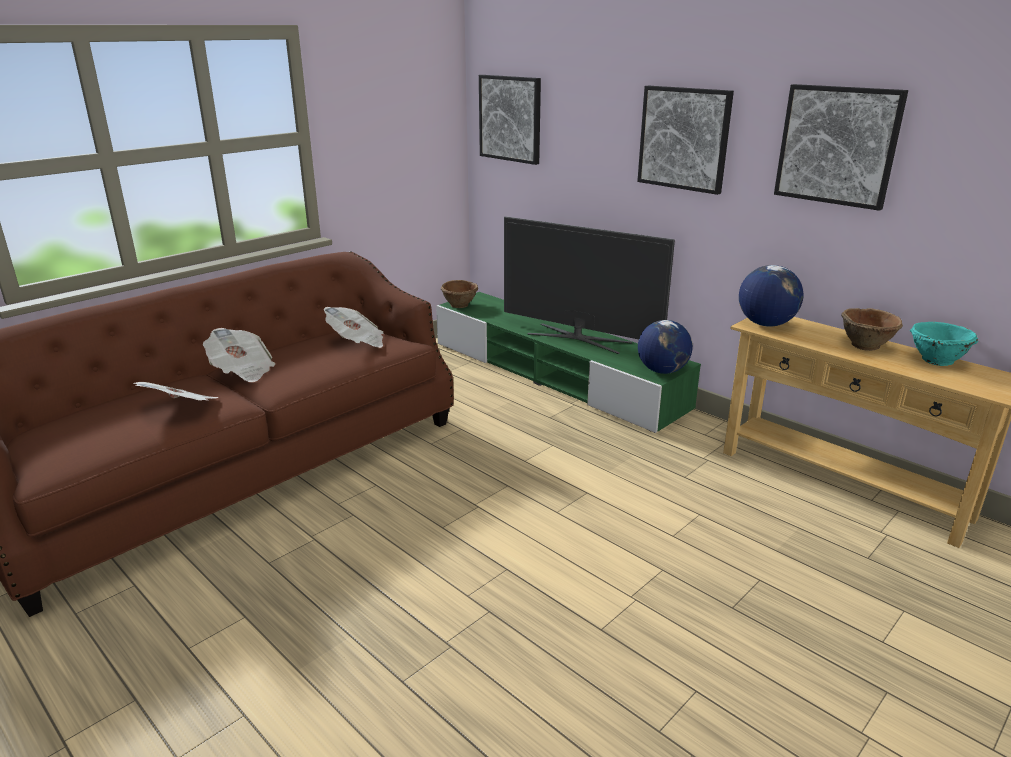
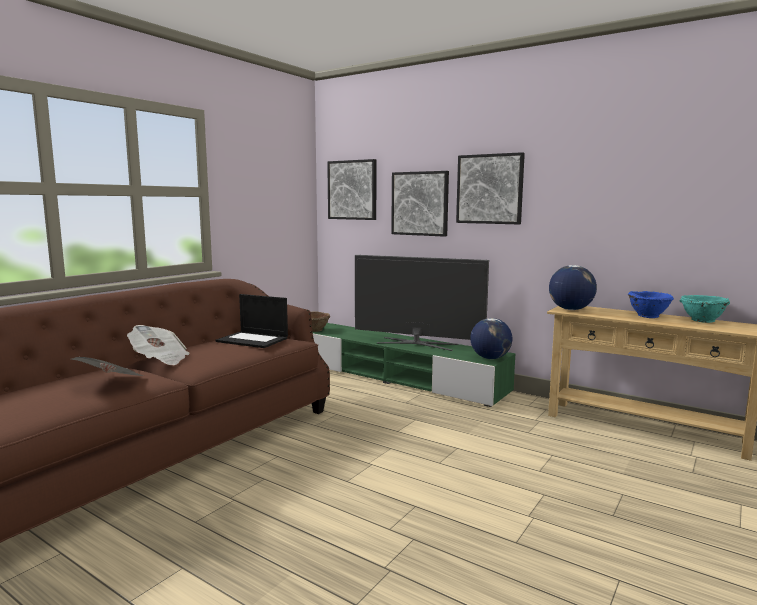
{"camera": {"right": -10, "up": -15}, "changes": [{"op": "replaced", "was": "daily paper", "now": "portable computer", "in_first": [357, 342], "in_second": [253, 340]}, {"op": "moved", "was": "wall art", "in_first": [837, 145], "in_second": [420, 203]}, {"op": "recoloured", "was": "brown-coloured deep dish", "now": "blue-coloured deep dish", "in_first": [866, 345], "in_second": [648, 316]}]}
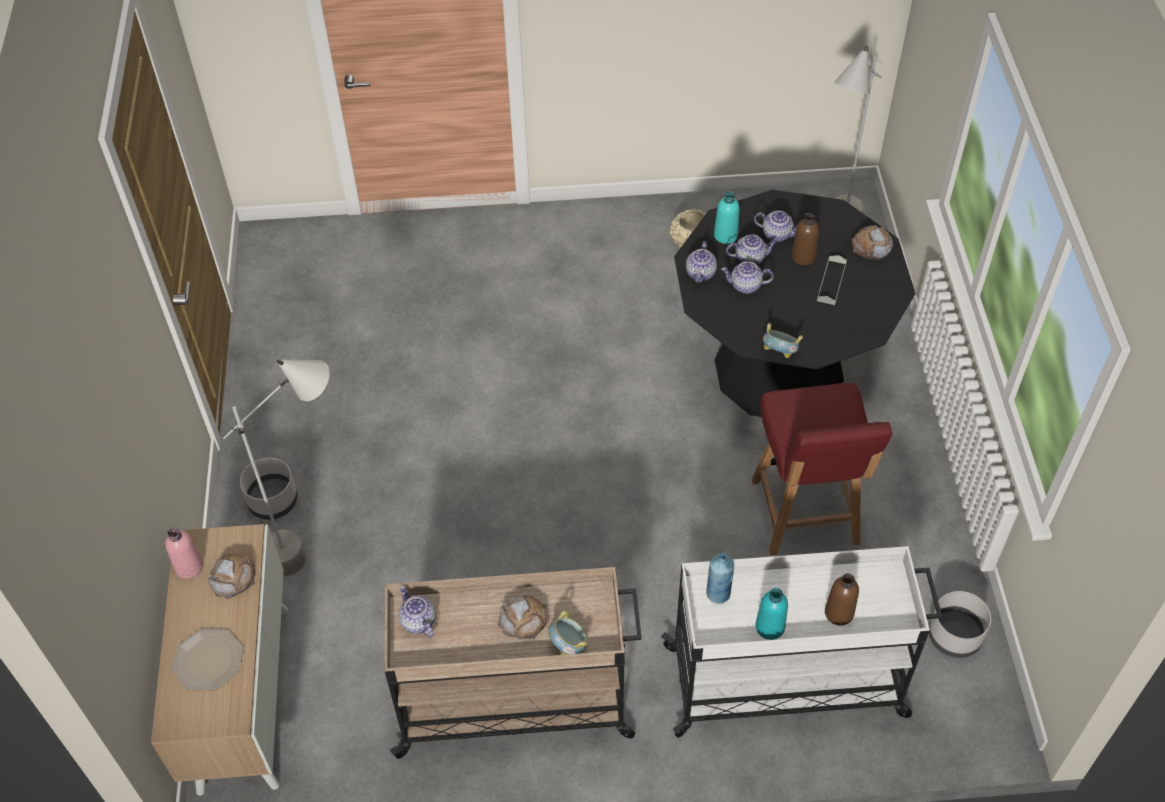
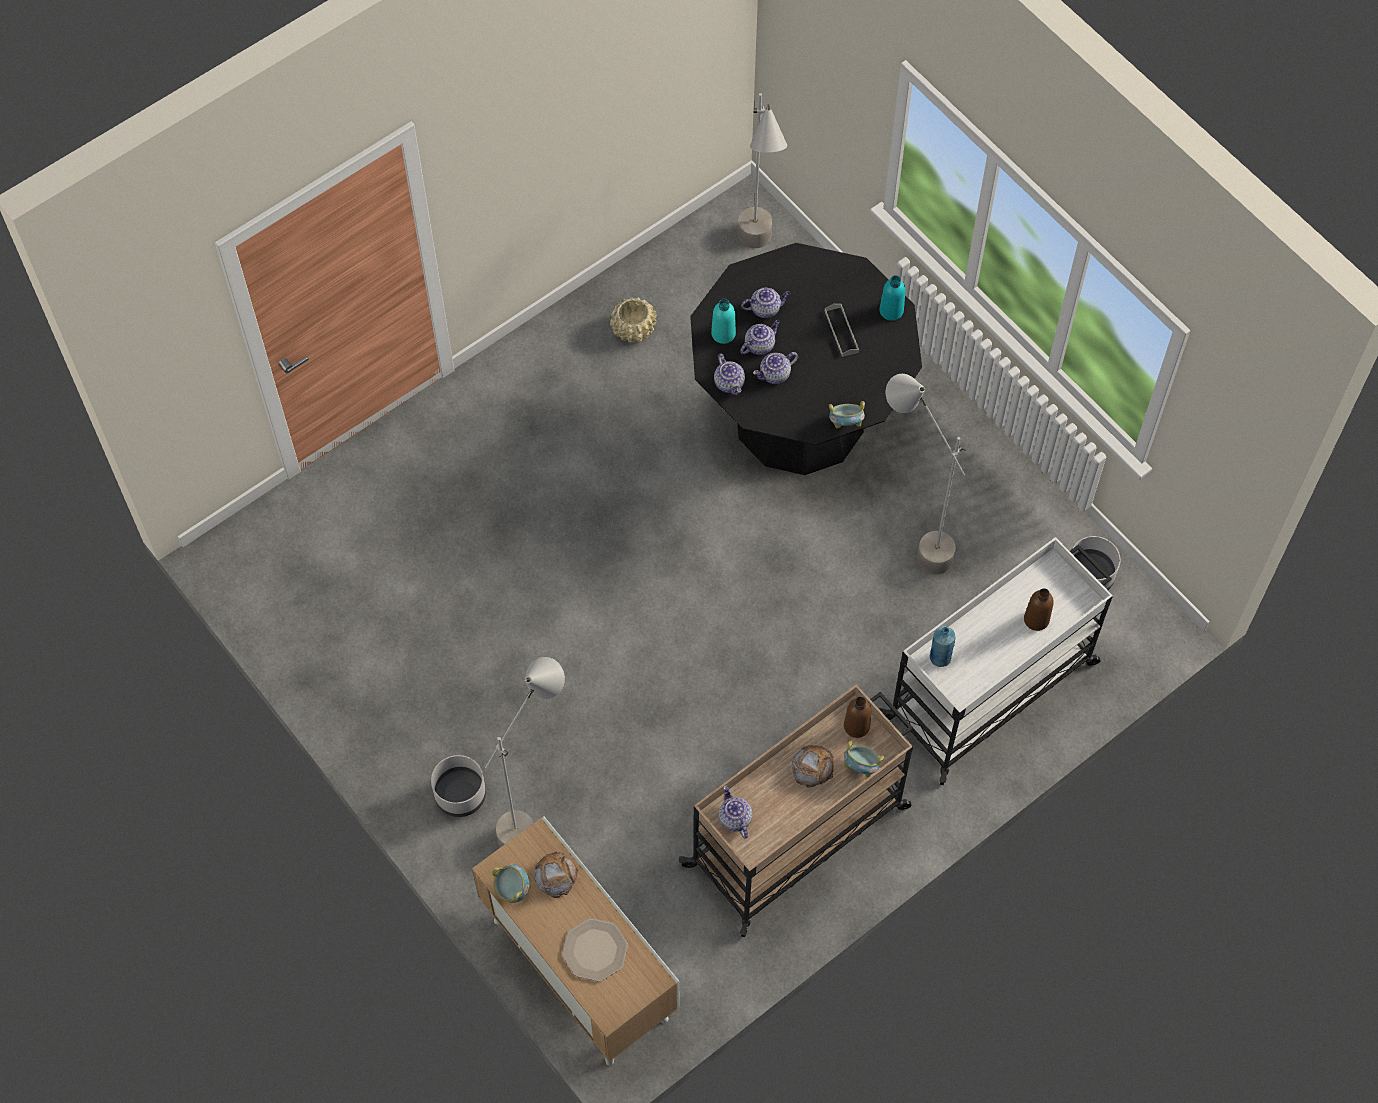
{"camera": {"right": -35, "up": 10}, "changes": [{"op": "replaced", "was": "pink-coloured beverage bottle", "now": "deep dish", "in_first": [189, 567], "in_second": [512, 889]}, {"op": "turned", "was": "tea pot", "in_first": [417, 621], "in_second": [734, 818], "clockwise": 45}, {"op": "moved", "was": "brown-coloured beverage bottle", "in_first": [803, 257], "in_second": [856, 726]}, {"op": "moved", "was": "blue-green beverage bottle", "in_first": [770, 627], "in_second": [891, 311]}, {"op": "replaced", "was": "red chair", "now": "gray standard lamp", "in_first": [805, 514], "in_second": [911, 540]}, {"op": "removed", "was": "bread", "in_first": [871, 246]}]}
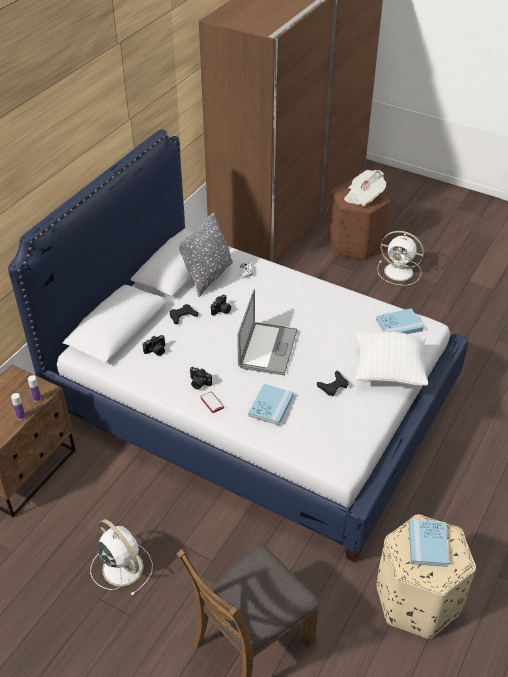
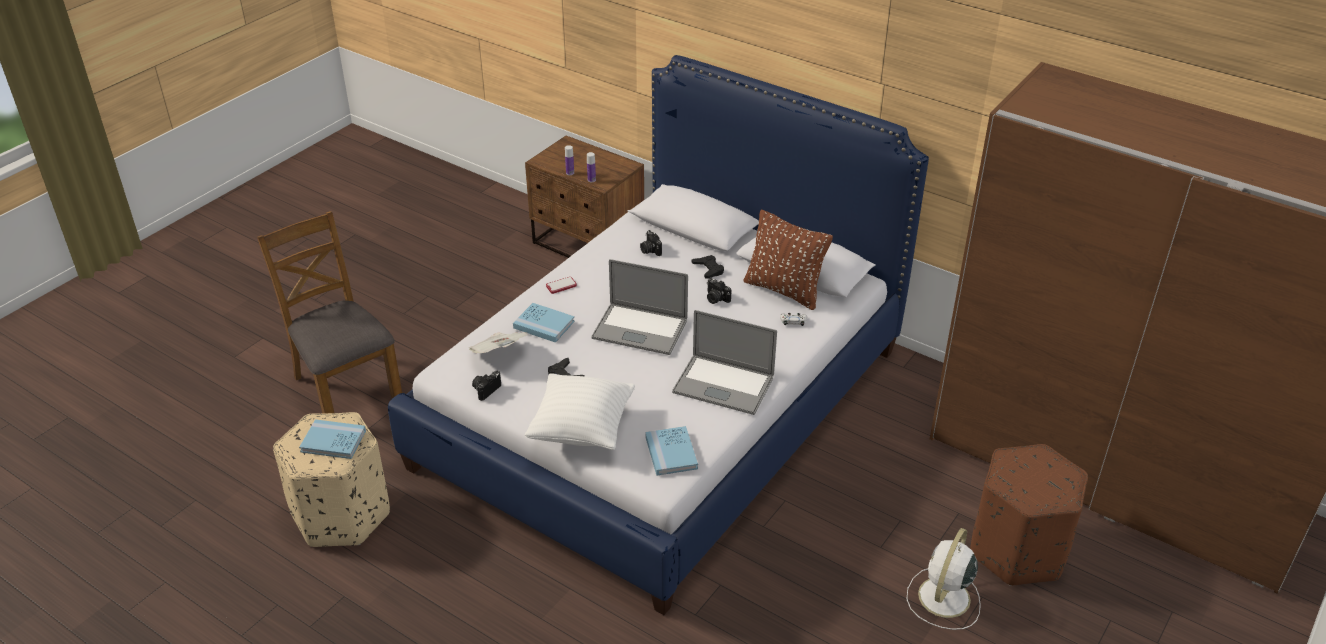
{"camera": {"right": 95, "up": -5}, "changes": [{"op": "moved", "was": "daily paper", "in_first": [363, 197], "in_second": [499, 354]}, {"op": "moved", "was": "still camera", "in_first": [199, 383], "in_second": [486, 389]}, {"op": "added", "now": "portable computer", "in_second": [723, 385]}, {"op": "recoloured", "was": "gray pillow", "now": "brown-coloured pillow", "in_first": [208, 277], "in_second": [784, 290]}, {"op": "removed", "was": "whitish fan", "in_first": [121, 566]}]}
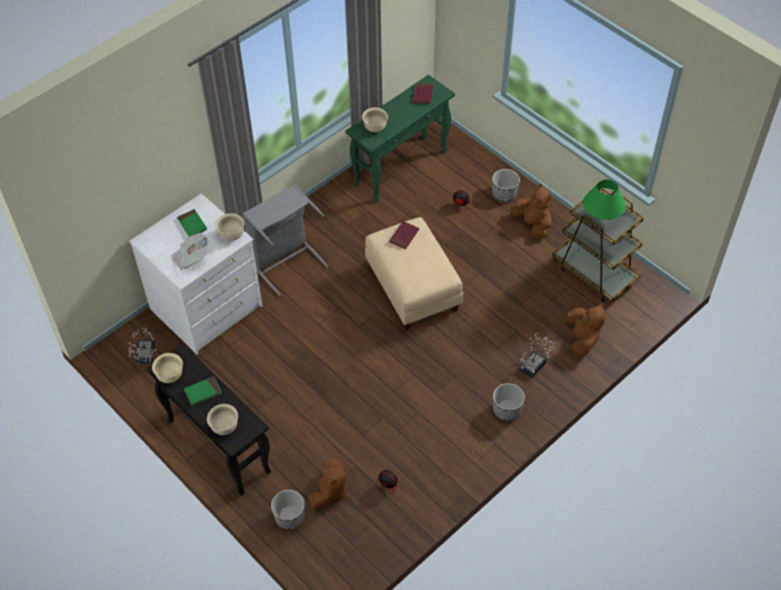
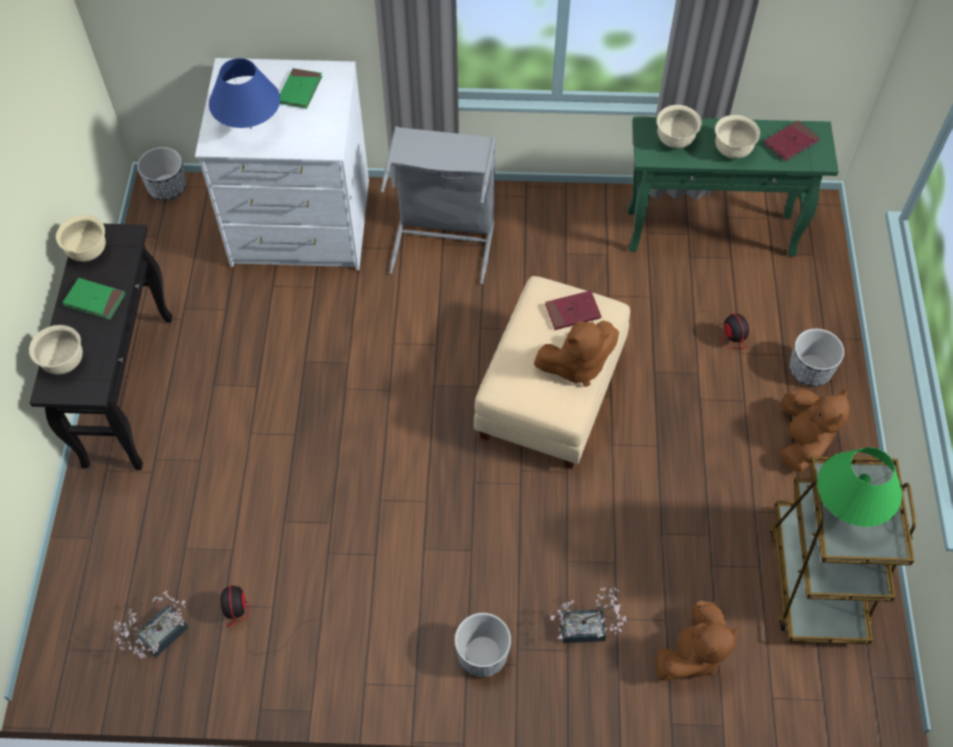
{"camera": {"right": 45, "up": 5}, "changes": [{"op": "moved", "was": "potted plant", "in_first": [145, 356], "in_second": [158, 637]}, {"op": "moved", "was": "flower pot", "in_first": [289, 517], "in_second": [167, 187]}, {"op": "replaced", "was": "daily paper", "now": "blue-coloured tabletop lamp", "in_first": [191, 258], "in_second": [250, 128]}, {"op": "moved", "was": "brown-coloured plush toy", "in_first": [330, 492], "in_second": [576, 365]}, {"op": "moved", "was": "sand-coloured deep dish", "in_first": [231, 235], "in_second": [732, 150]}]}
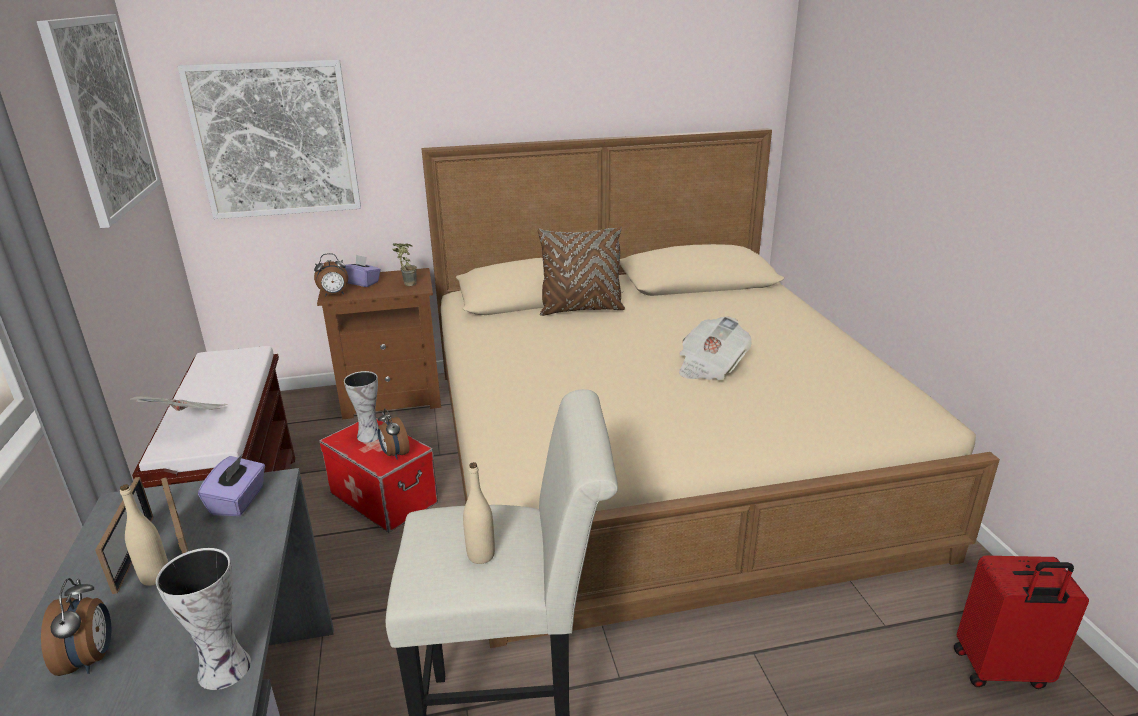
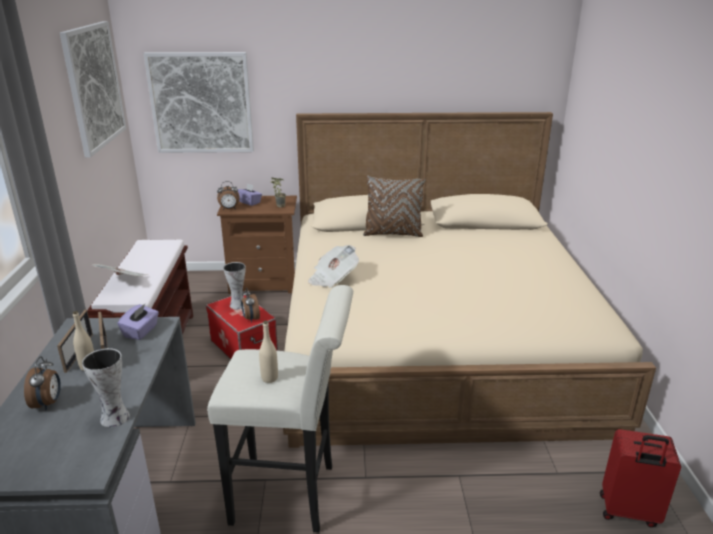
{"camera": {"right": 10, "up": 0}, "changes": [{"op": "moved", "was": "daily paper", "in_first": [710, 367], "in_second": [333, 278]}]}
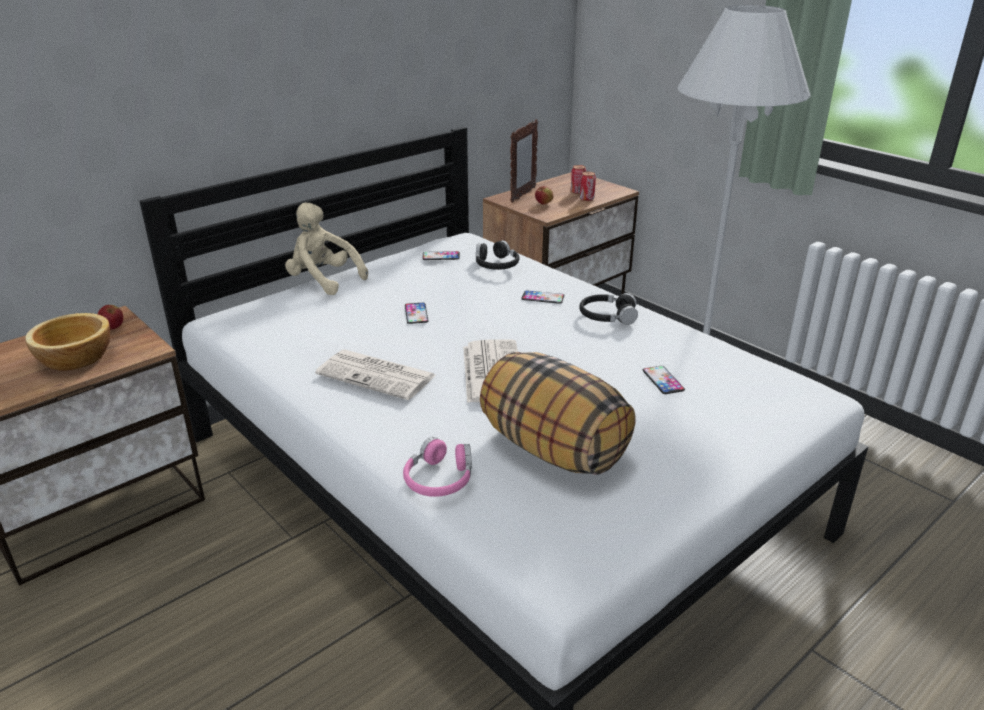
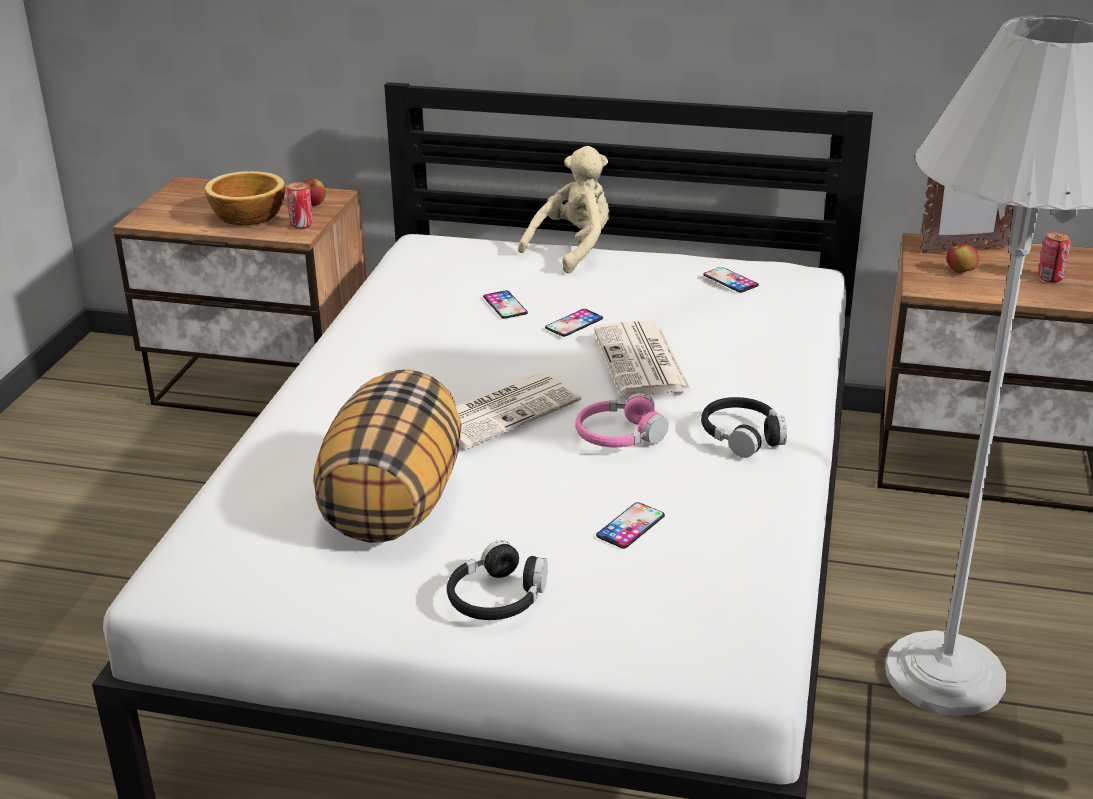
{"camera": {"right": 55, "up": 0}, "changes": [{"op": "moved", "was": "can", "in_first": [586, 199], "in_second": [301, 225]}, {"op": "moved", "was": "black headphones", "in_first": [496, 265], "in_second": [497, 598]}, {"op": "moved", "was": "handset", "in_first": [542, 297], "in_second": [505, 305]}, {"op": "turned", "was": "sand-coloured plush toy", "in_first": [323, 280], "in_second": [573, 250], "clockwise": 45}, {"op": "moved", "was": "pink-coloured headphones", "in_first": [439, 479], "in_second": [619, 435]}, {"op": "moved", "was": "daily paper", "in_first": [378, 375], "in_second": [642, 361]}]}
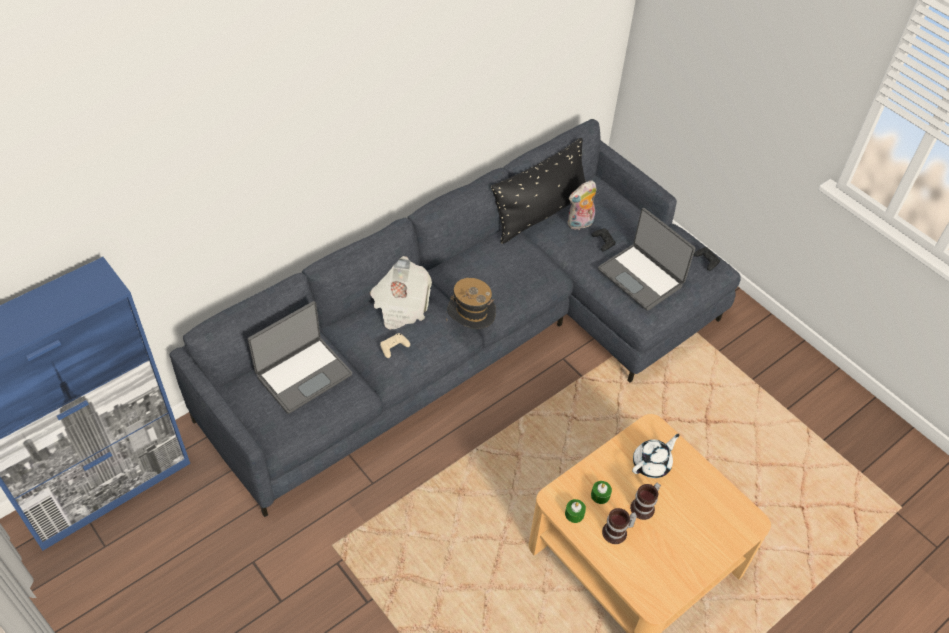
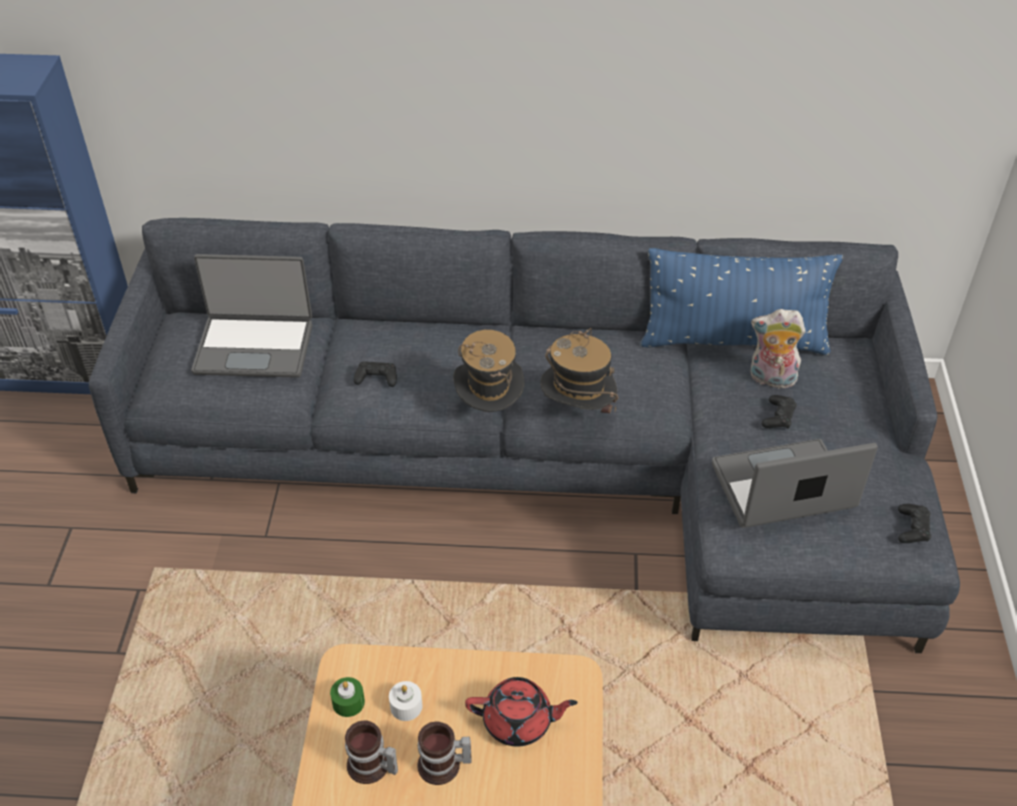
{"camera": {"right": 45, "up": -5}, "changes": [{"op": "recoloured", "was": "sand-coloured joypad", "now": "black joypad", "in_first": [394, 347], "in_second": [376, 378]}, {"op": "recoloured", "was": "greenish wax light", "now": "whitish wax light", "in_first": [600, 495], "in_second": [406, 706]}, {"op": "recoloured", "was": "whitish tea pot", "now": "red tea pot", "in_first": [652, 464], "in_second": [519, 721]}, {"op": "added", "now": "wearable hat", "in_second": [577, 413]}, {"op": "recoloured", "was": "black pillow", "now": "blue-coloured pillow", "in_first": [540, 213], "in_second": [733, 340]}, {"op": "turned", "was": "portable computer", "in_first": [641, 277], "in_second": [783, 489], "clockwise": 75}, {"op": "removed", "was": "daily paper", "in_first": [400, 305]}]}
